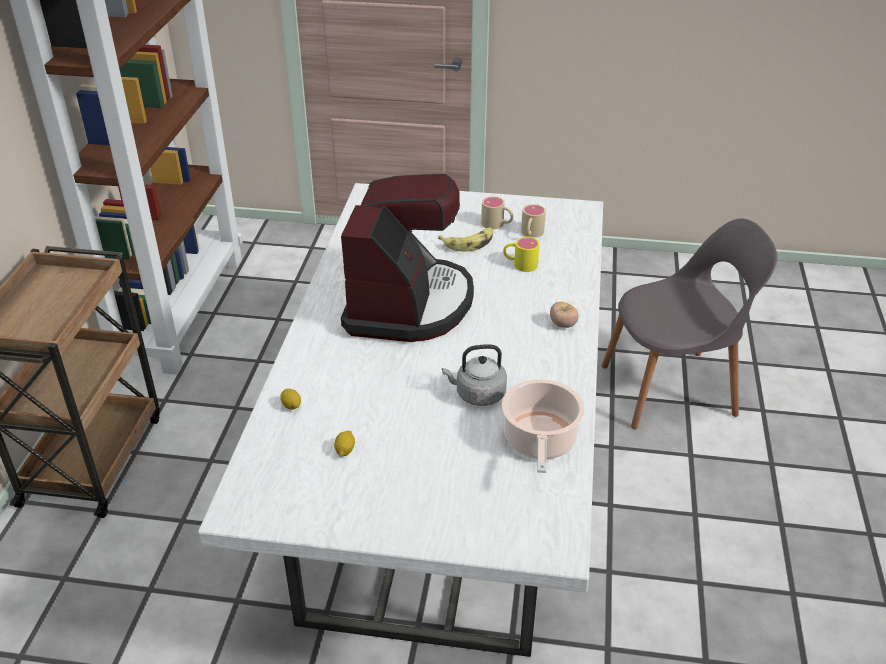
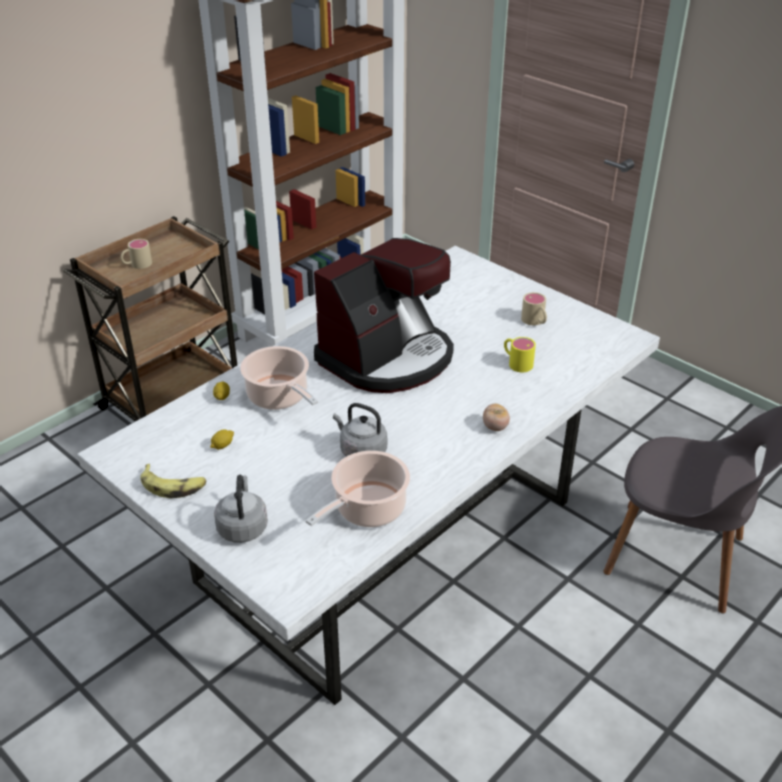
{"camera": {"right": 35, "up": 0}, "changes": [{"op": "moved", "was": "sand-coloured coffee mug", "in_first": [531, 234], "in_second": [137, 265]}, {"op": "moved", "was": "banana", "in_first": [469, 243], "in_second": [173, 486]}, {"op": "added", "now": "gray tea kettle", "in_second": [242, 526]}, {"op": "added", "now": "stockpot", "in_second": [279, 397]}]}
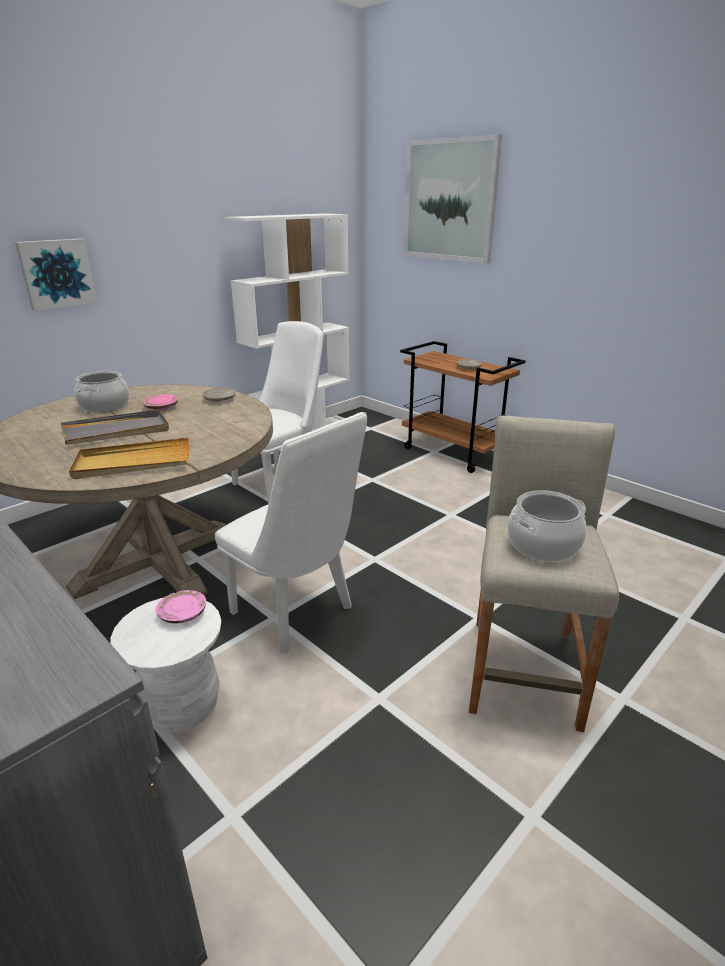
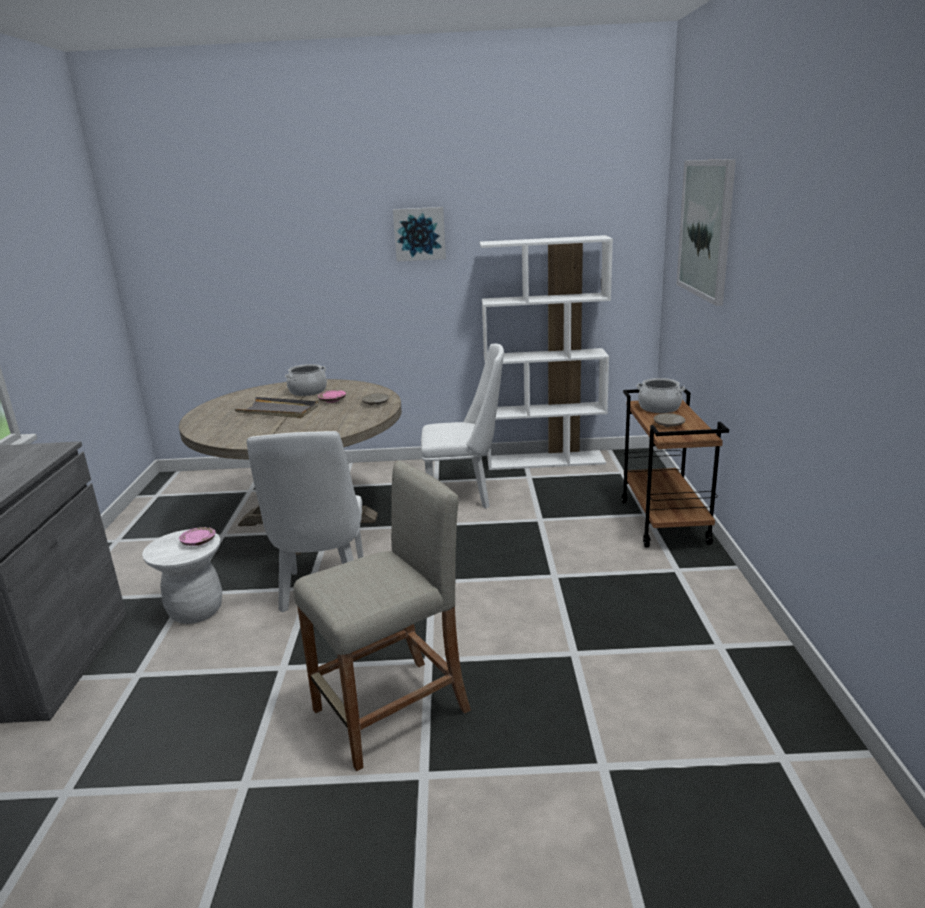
{"camera": {"right": 45, "up": -5}, "changes": [{"op": "moved", "was": "wall art", "in_first": [57, 273], "in_second": [419, 234]}, {"op": "moved", "was": "stockpot", "in_first": [543, 544], "in_second": [659, 408]}, {"op": "removed", "was": "sand-coloured carrying tray", "in_first": [133, 463]}]}
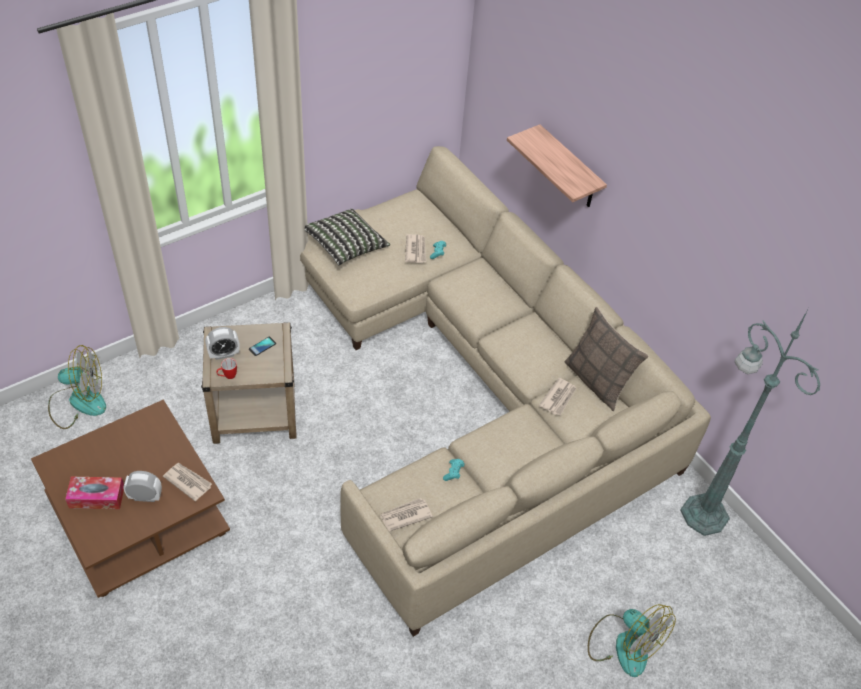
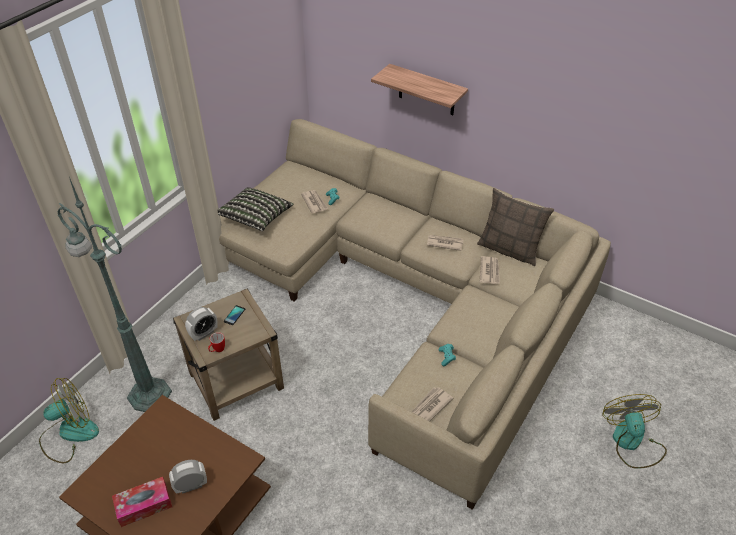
{"camera": {"right": -20, "up": -5}, "changes": [{"op": "moved", "was": "greenish standard lamp", "in_first": [702, 512], "in_second": [148, 393]}, {"op": "moved", "was": "daily paper", "in_first": [187, 481], "in_second": [444, 243]}, {"op": "turned", "was": "fan", "in_first": [623, 644], "in_second": [631, 442], "clockwise": -120}]}
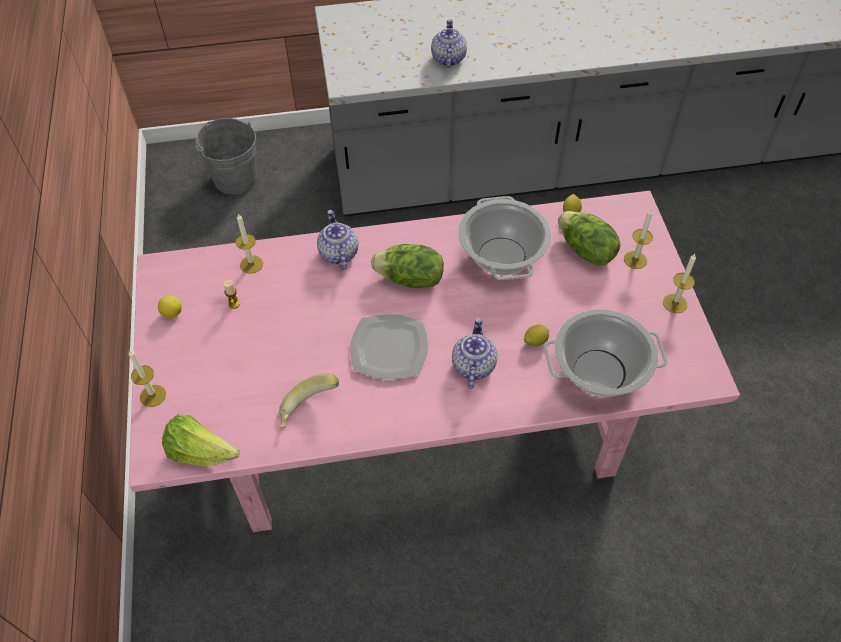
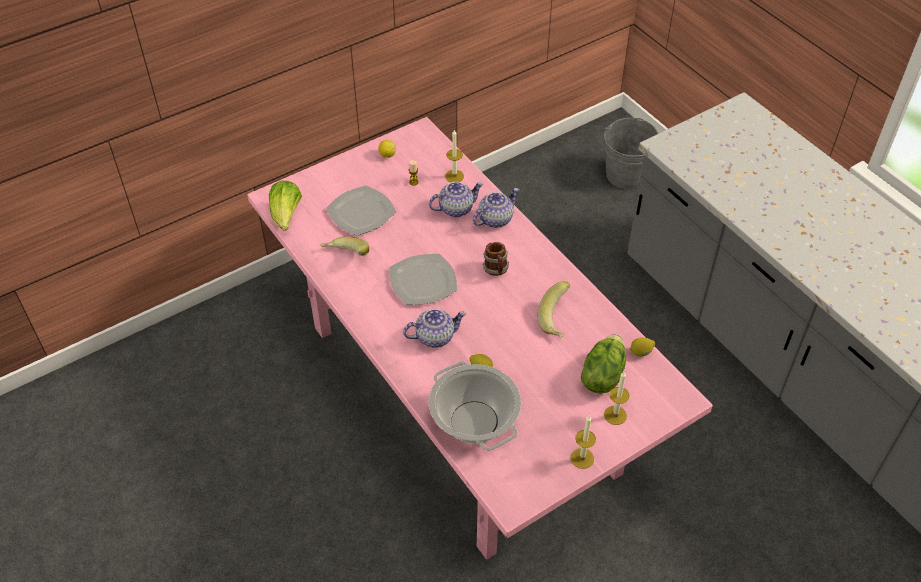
{"camera": {"right": 65, "up": -5}, "changes": [{"op": "added", "now": "flat dish", "in_second": [360, 212]}, {"op": "moved", "was": "tea pot", "in_first": [448, 58], "in_second": [456, 208]}, {"op": "replaced", "was": "lettuce", "now": "coffee mug", "in_first": [410, 279], "in_second": [496, 270]}, {"op": "replaced", "was": "stockpot", "now": "banana", "in_first": [502, 256], "in_second": [557, 320]}, {"op": "removed", "was": "wax light", "in_first": [153, 395]}]}
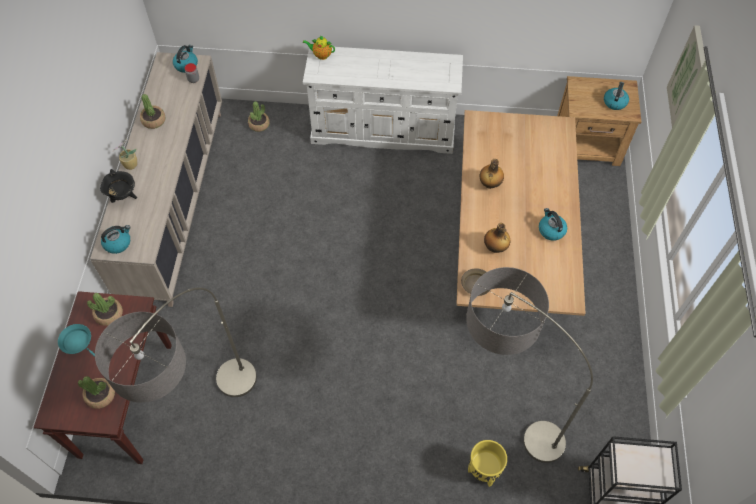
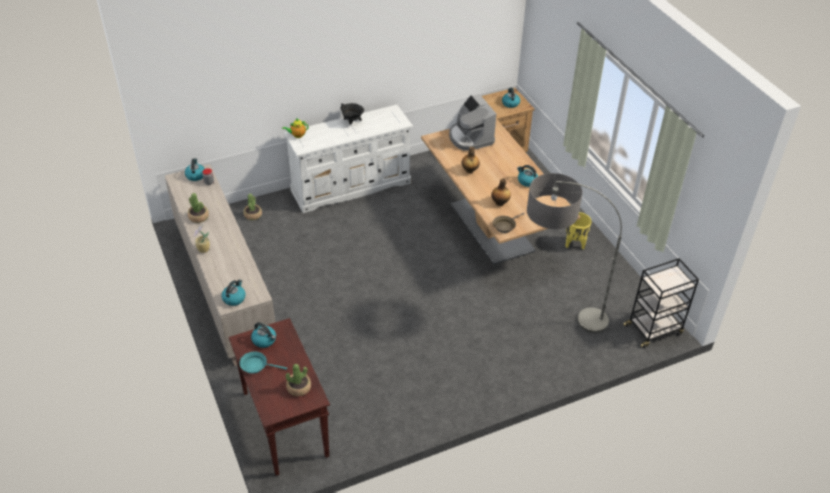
{"camera": {"right": -30, "up": -15}, "changes": [{"op": "replaced", "was": "potted plant", "now": "tea kettle", "in_first": [109, 314], "in_second": [264, 340]}, {"op": "moved", "was": "black stockpot", "in_first": [123, 197], "in_second": [352, 122]}, {"op": "added", "now": "coffee maker", "in_second": [470, 137]}, {"op": "moved", "was": "yellowish flower pot", "in_first": [483, 471], "in_second": [574, 244]}, {"op": "removed", "was": "standard lamp", "in_first": [208, 419]}, {"op": "removed", "was": "wall art", "in_first": [688, 79]}]}
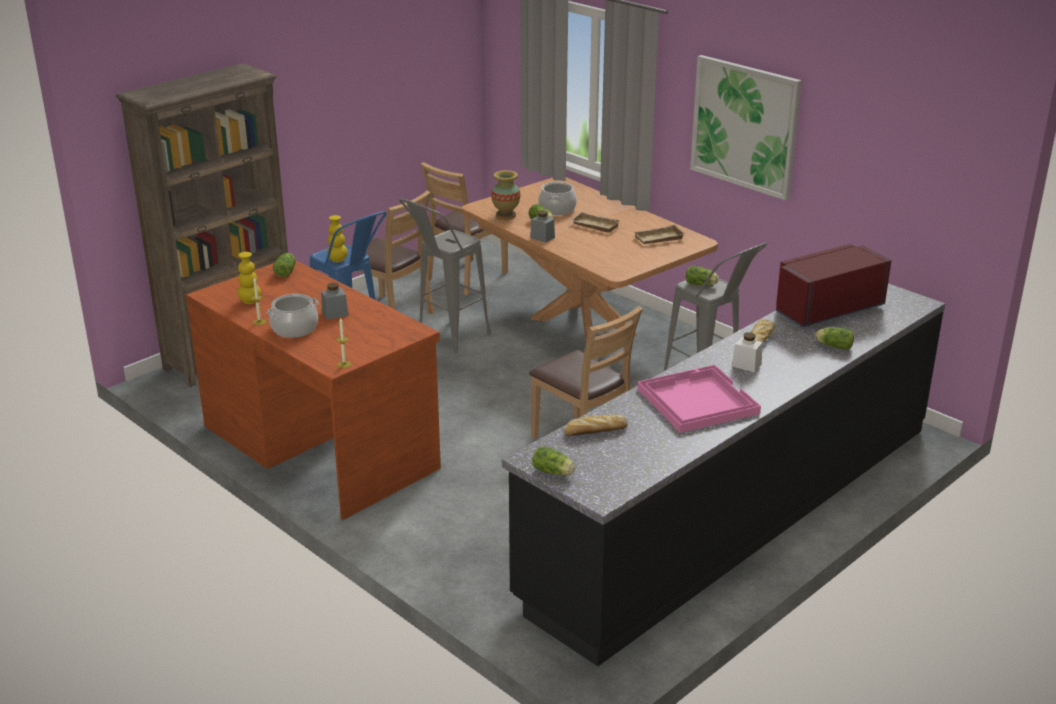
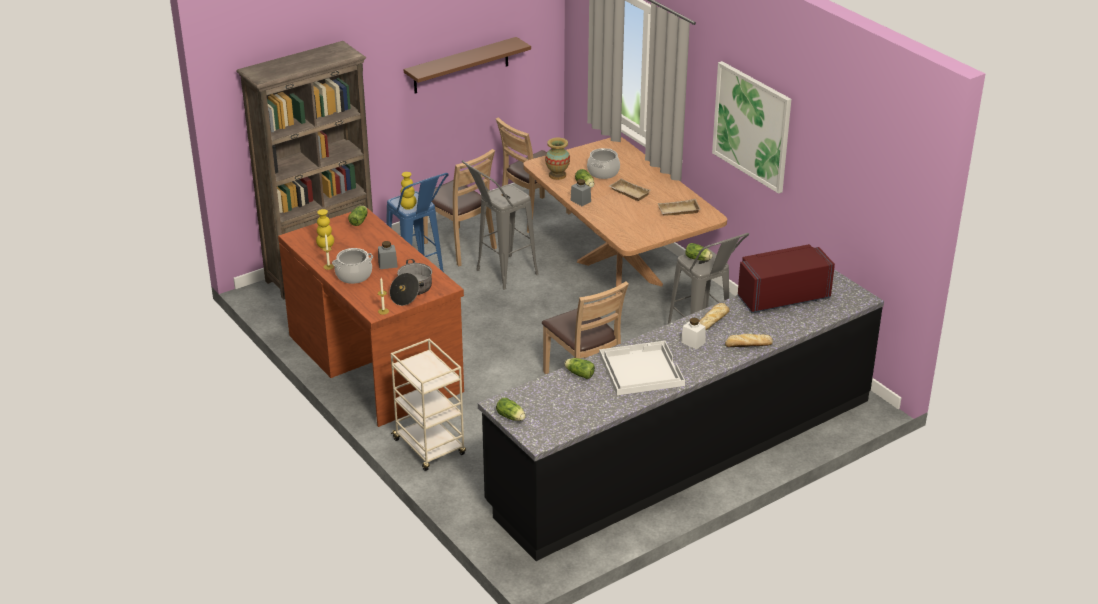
{"camera": {"right": 10, "up": 5}, "changes": [{"op": "added", "now": "stockpot", "in_second": [411, 291]}, {"op": "added", "now": "sand-coloured trolley", "in_second": [430, 448]}, {"op": "added", "now": "brown-coloured shelf", "in_second": [461, 65]}, {"op": "moved", "was": "lettuce", "in_first": [833, 346], "in_second": [578, 374]}, {"op": "recoloured", "was": "pink-coloured carrying tray", "now": "whitish carrying tray", "in_first": [696, 401], "in_second": [640, 369]}, {"op": "moved", "was": "bread", "in_first": [594, 431], "in_second": [747, 345]}]}
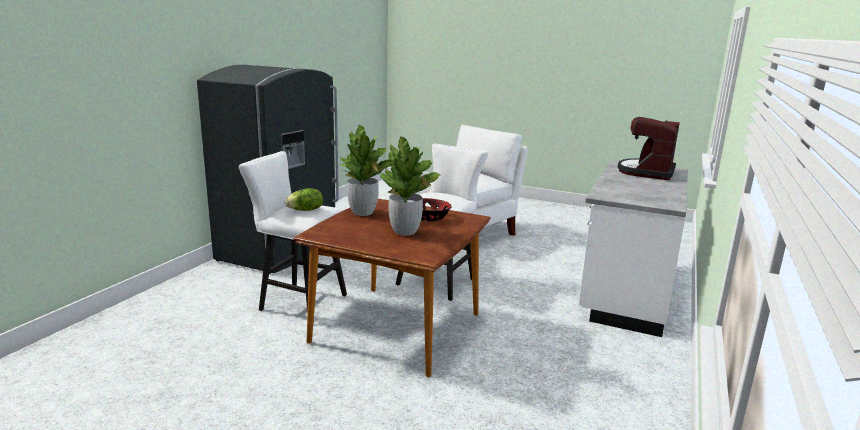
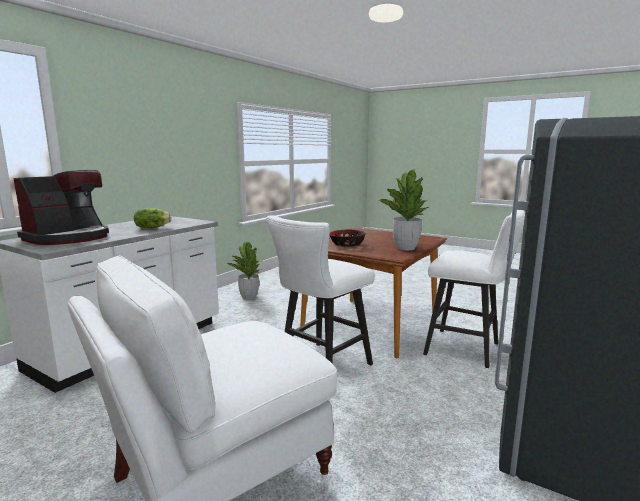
{"camera": {"right": -170, "up": -5}, "changes": [{"op": "moved", "was": "lettuce", "in_first": [305, 210], "in_second": [152, 228]}, {"op": "moved", "was": "potted plant", "in_first": [405, 232], "in_second": [249, 297]}]}
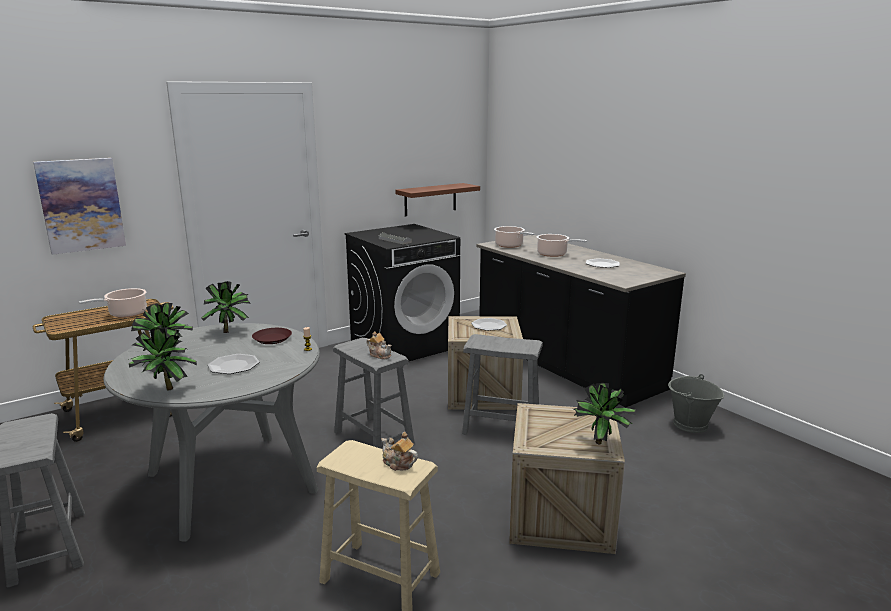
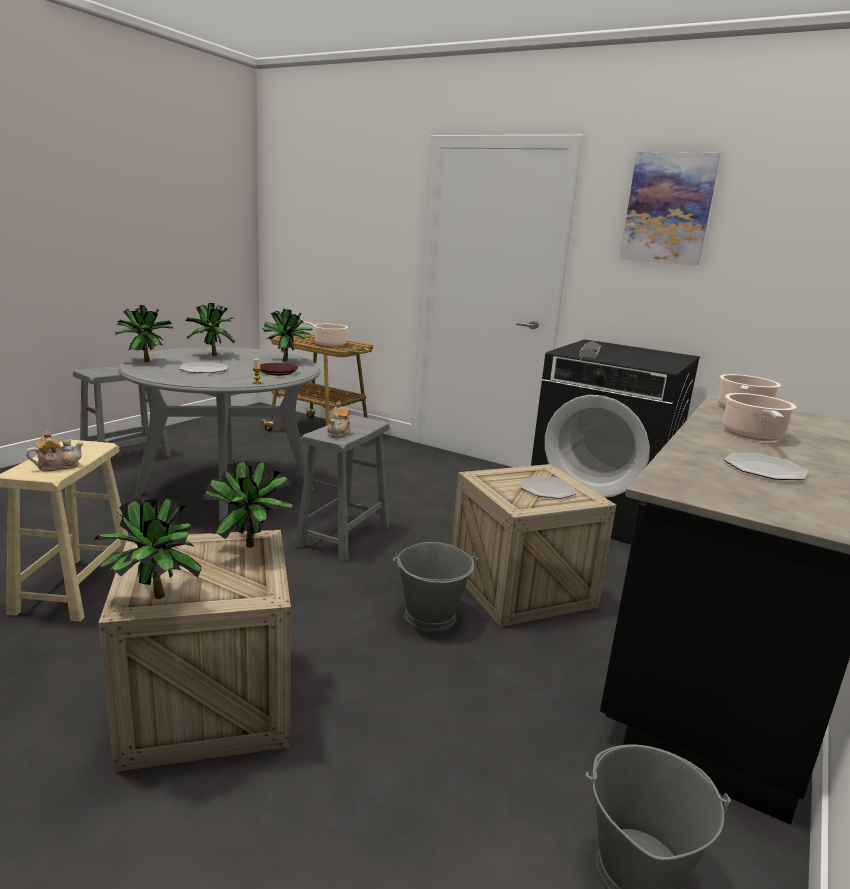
{"camera": {"right": 65, "up": 0}, "changes": [{"op": "turned", "was": "tea pot", "in_first": [398, 464], "in_second": [57, 466], "clockwise": 45}, {"op": "added", "now": "potted plant", "in_second": [252, 548]}, {"op": "replaced", "was": "gray stool", "now": "gray pail", "in_first": [501, 427], "in_second": [431, 617]}, {"op": "moved", "was": "wall art", "in_first": [81, 205], "in_second": [668, 208]}, {"op": "removed", "was": "brown-coloured shelf", "in_first": [430, 199]}]}
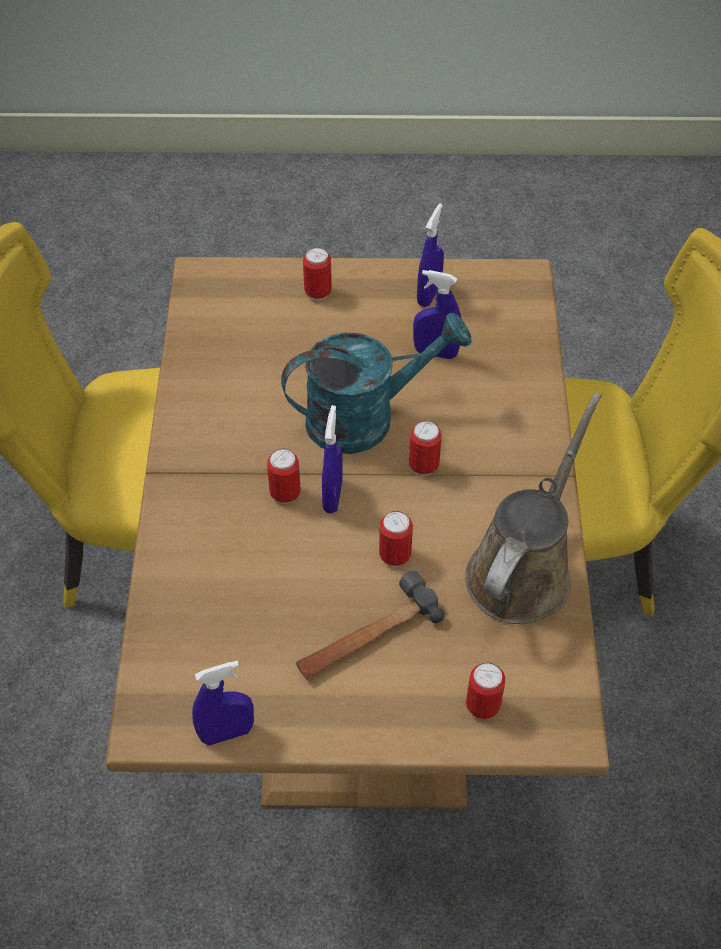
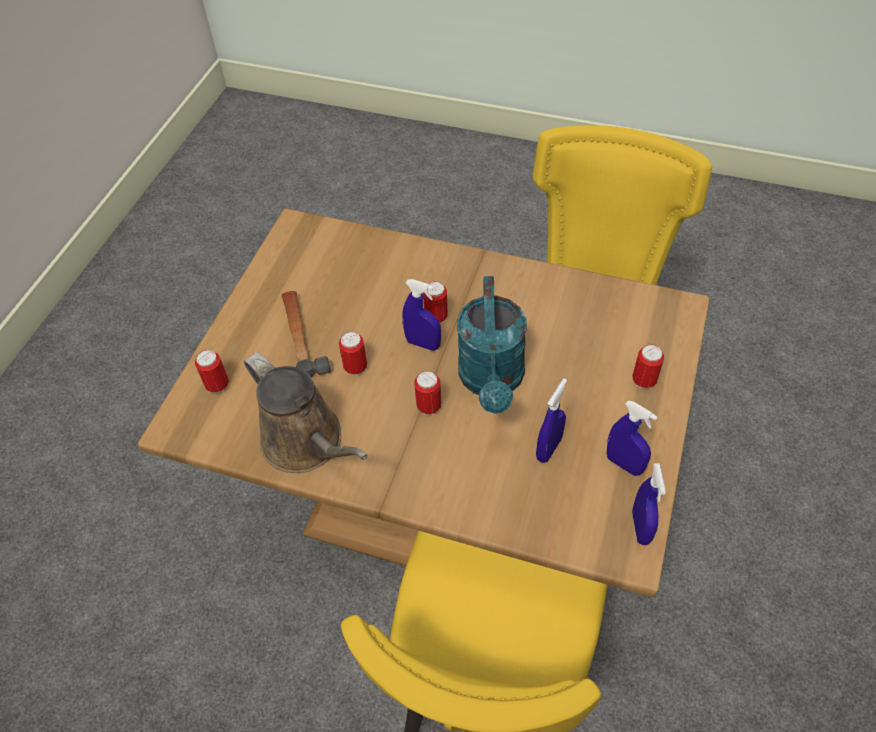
{"camera": {"right": 110, "up": 0}, "changes": [{"op": "moved", "was": "blue-coloured spray bottle", "in_first": [227, 733], "in_second": [640, 527]}]}
